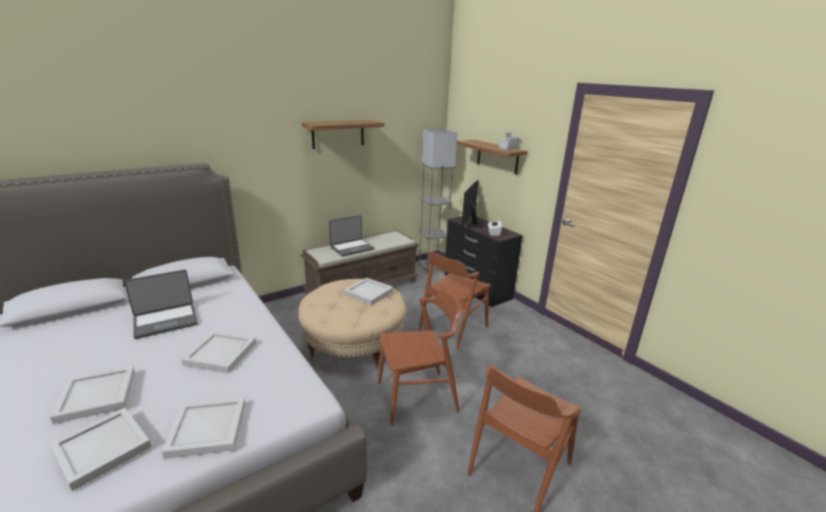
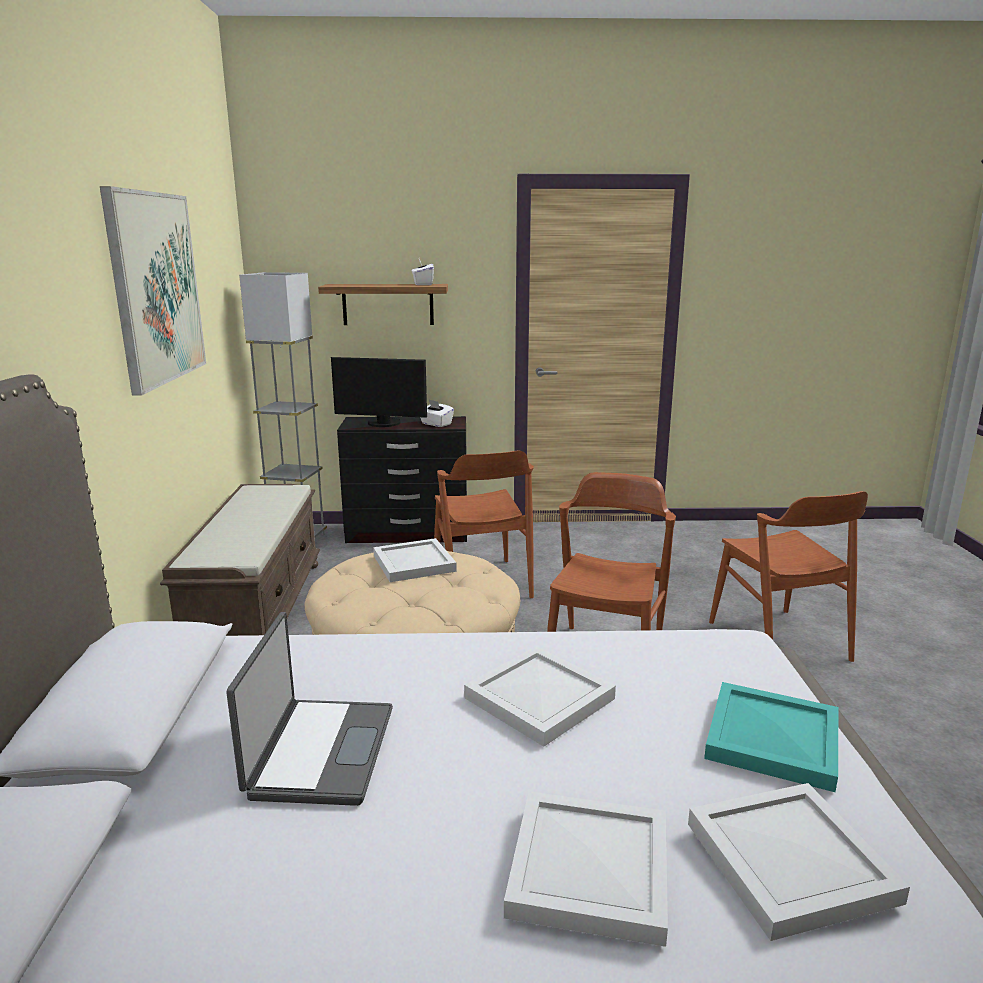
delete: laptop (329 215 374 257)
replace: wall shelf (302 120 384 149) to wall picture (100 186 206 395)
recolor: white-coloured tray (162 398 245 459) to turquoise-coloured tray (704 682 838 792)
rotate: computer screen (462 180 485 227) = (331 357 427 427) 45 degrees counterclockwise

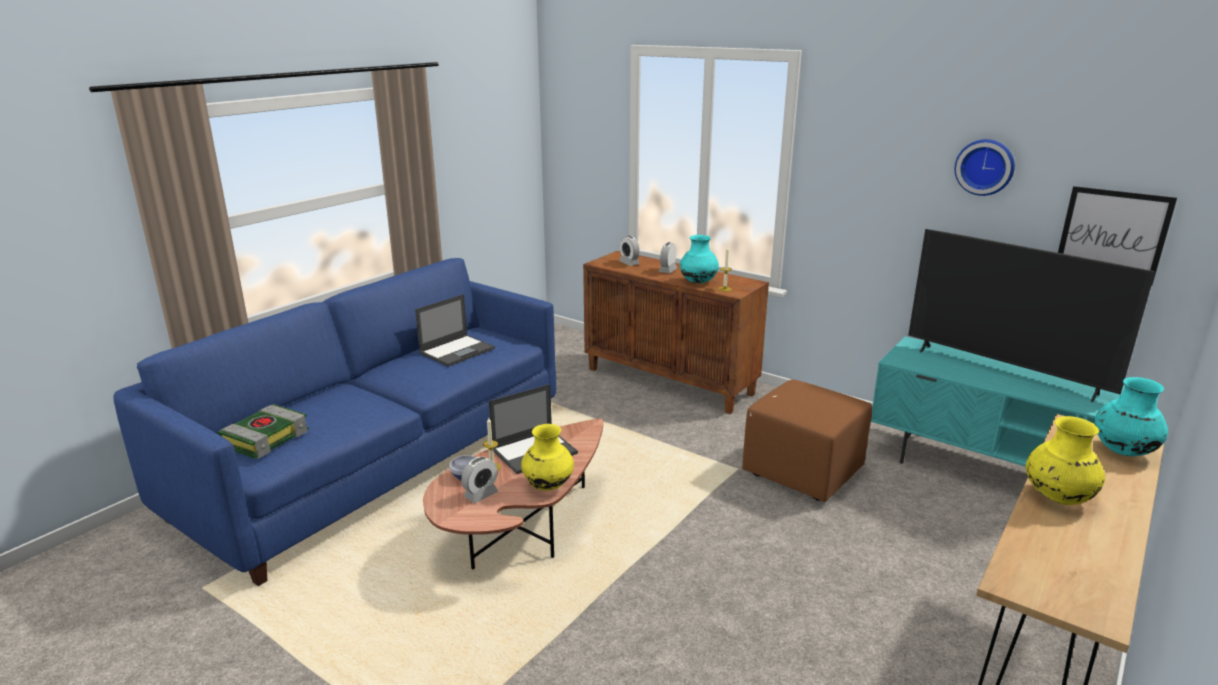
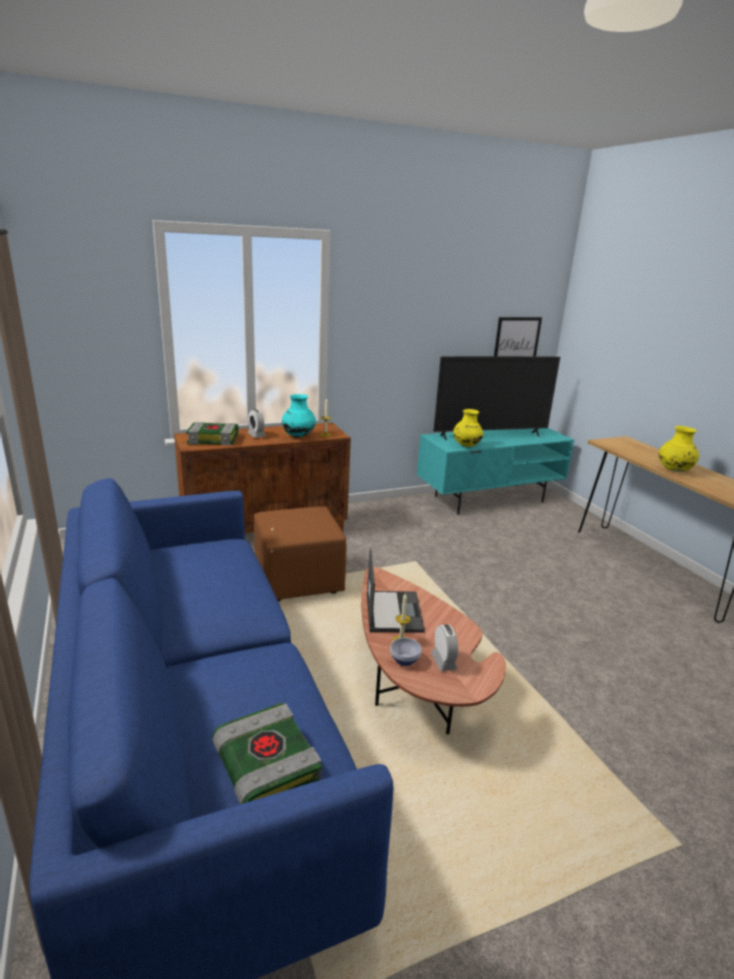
delete: laptop (415 294 495 367); wall clock (955 139 1015 196); turquoise-coloured vase (1095 377 1168 456)
move: brown-coloured ottoman (742 380 872 502) to (254 506 346 601); yellowish vase (521 424 574 491) to (453 409 483 447)
replace: table clock (619 236 640 266) to book (186 422 238 445)

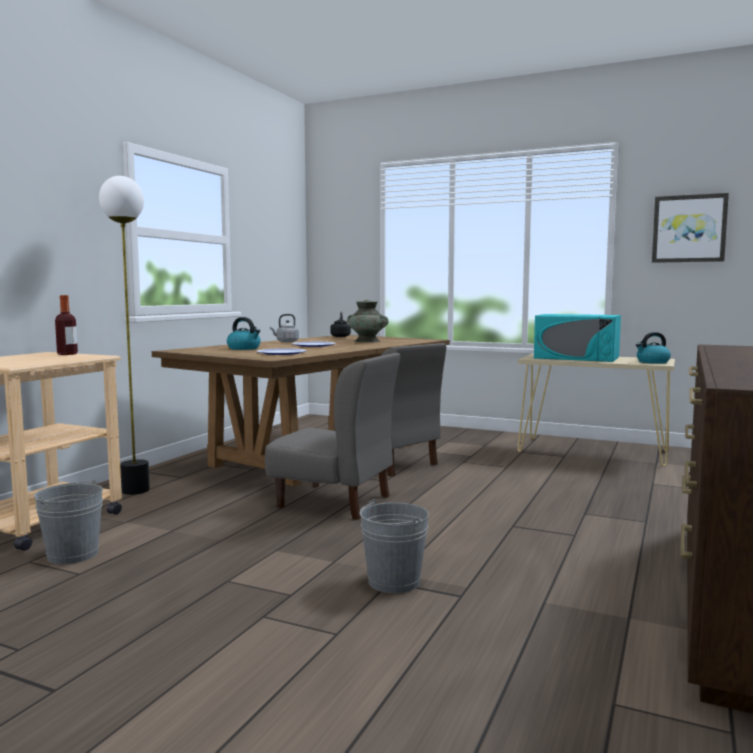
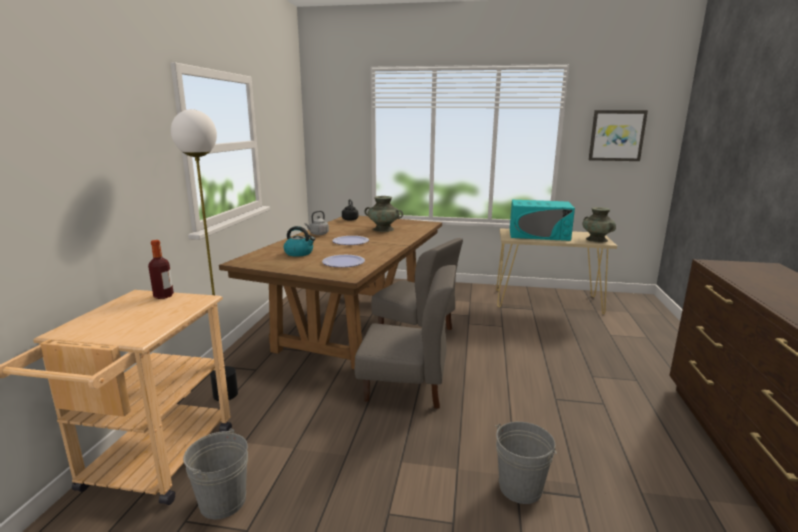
replace: tea kettle (636 332 671 364) to turquoise-coloured vase (583 207 616 242)

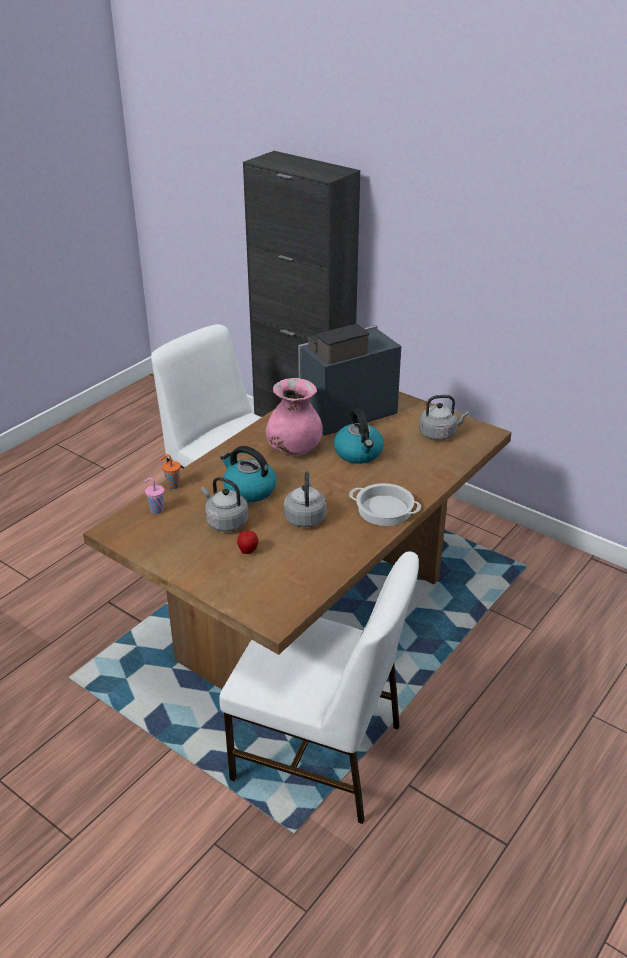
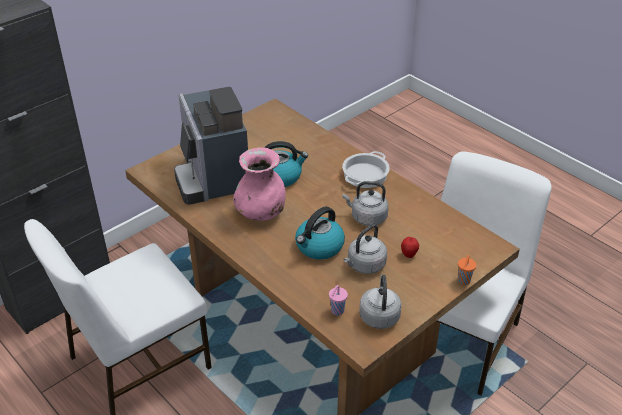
move: grey tea kettle (419 395 469 440) to (359 274 402 329); orangey small cup (160 454 181 489) to (458 255 476 285)

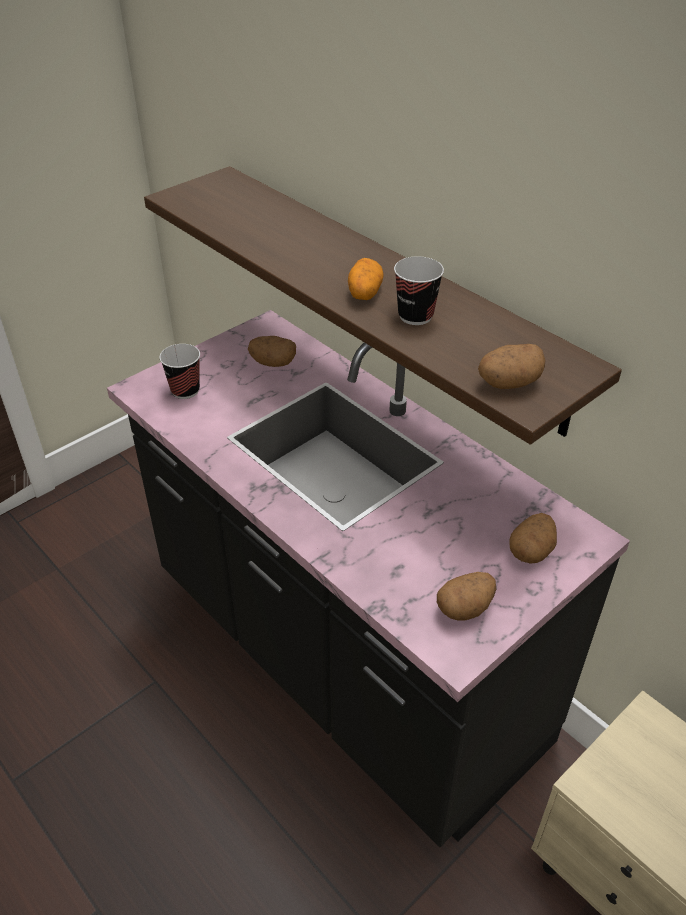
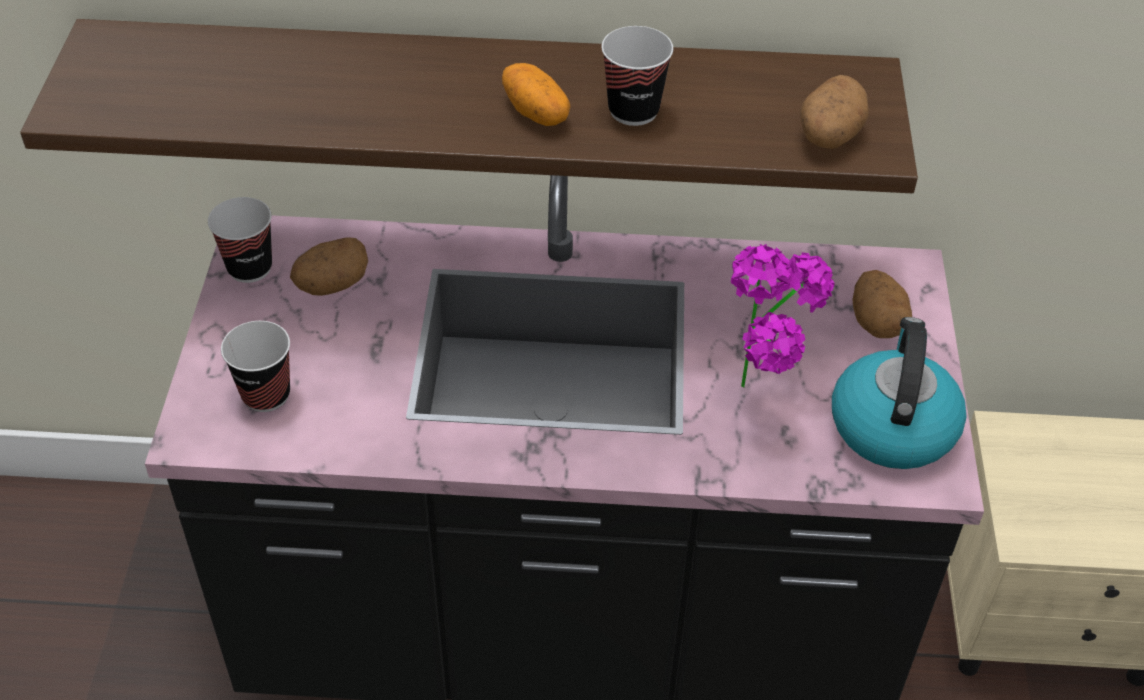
insert: small cup (208 197 272 283); potted plant (731 244 835 388)
replace: whole potato (437 572 496 621) to tea kettle (832 317 966 469)

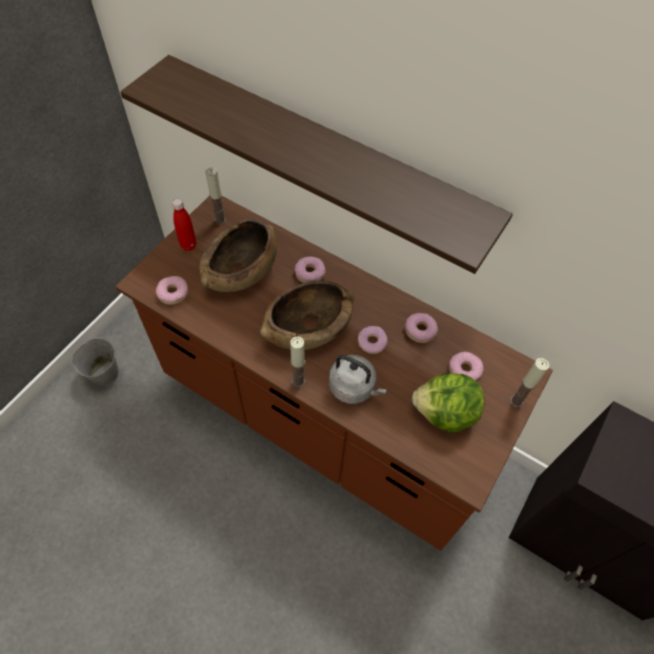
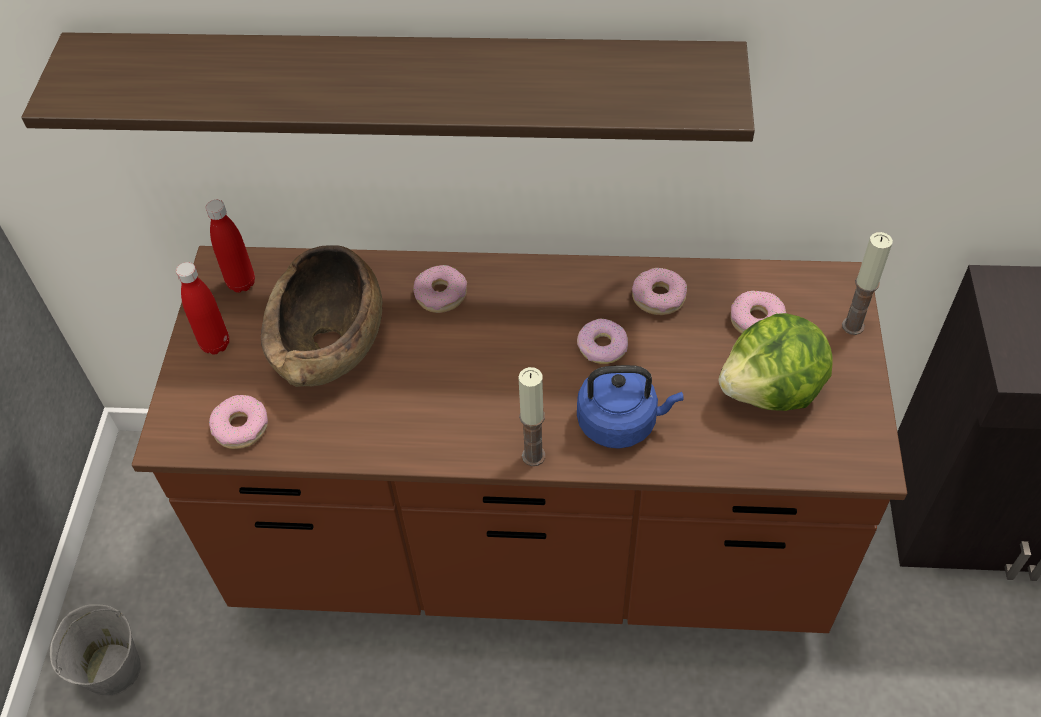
delete: brown-coloured bowl (260 281 354 350)
replace: candle (205 167 226 225) to red-coloured drink bottle (206 200 255 293)
recolor: grey tea kettle (329 355 387 404) to bluish tea kettle (577 365 683 449)

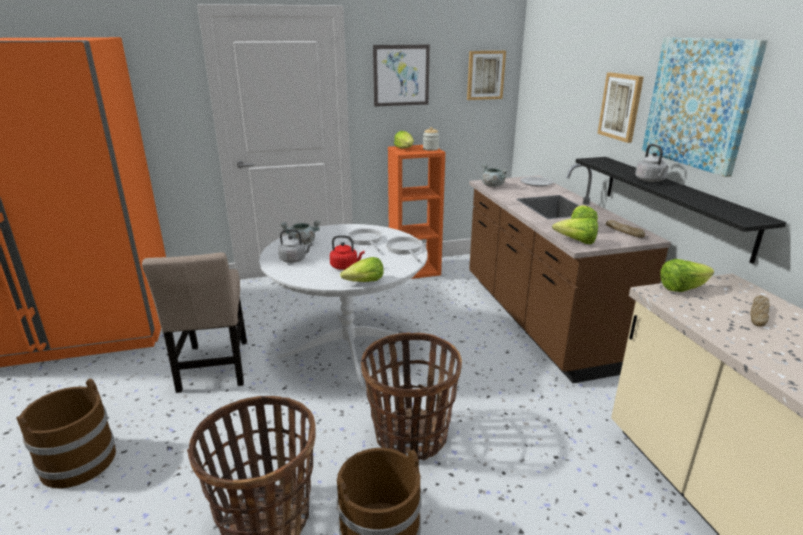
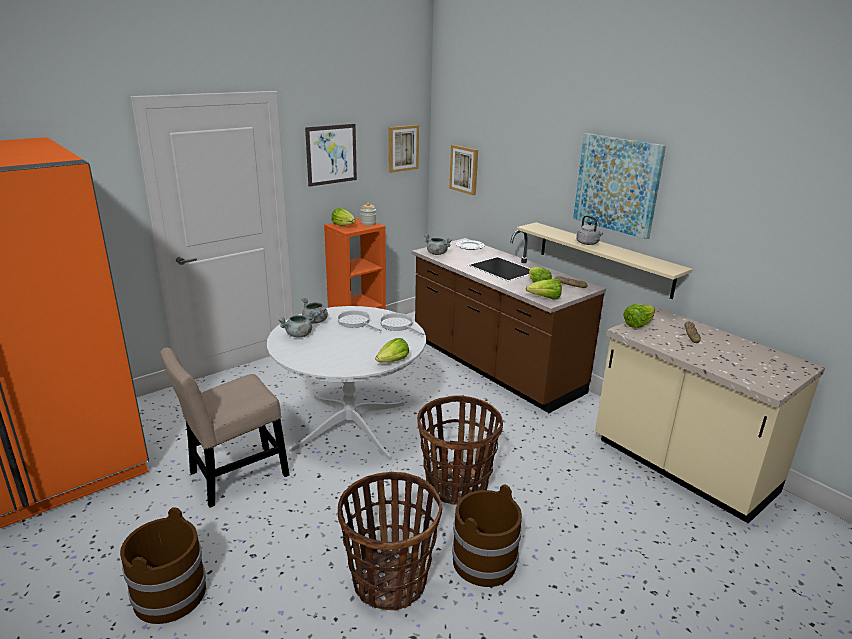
delete: grey tea kettle (278 229 313 263); red-coloured tea kettle (330 235 364 270)
insert: grey stockpot (301 298 328 324)
move: wall picture (598 72 644 143) to (449 145 478 195)
recolor: blackish wall shelf (576 157 786 264) to beige wall shelf (517 222 693 299)
rotate: beige chair (142 252 247 393) = (160 348 290 508) 90 degrees clockwise

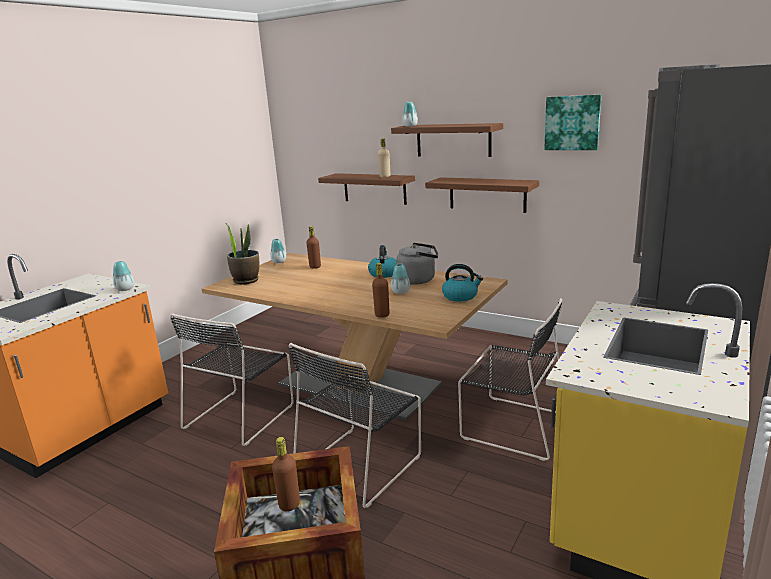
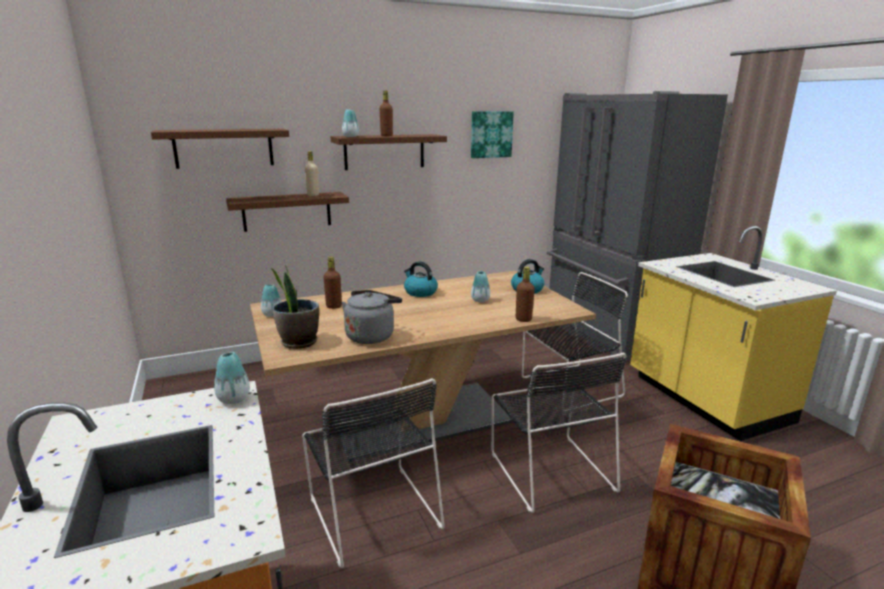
move: brown-coloured wall shelf (425 177 539 213) to (151 129 289 169); grey tea kettle (396 243 438 285) to (342 290 402 344); brown-coloured drink bottle (272 437 300 512) to (380 91 393 136)

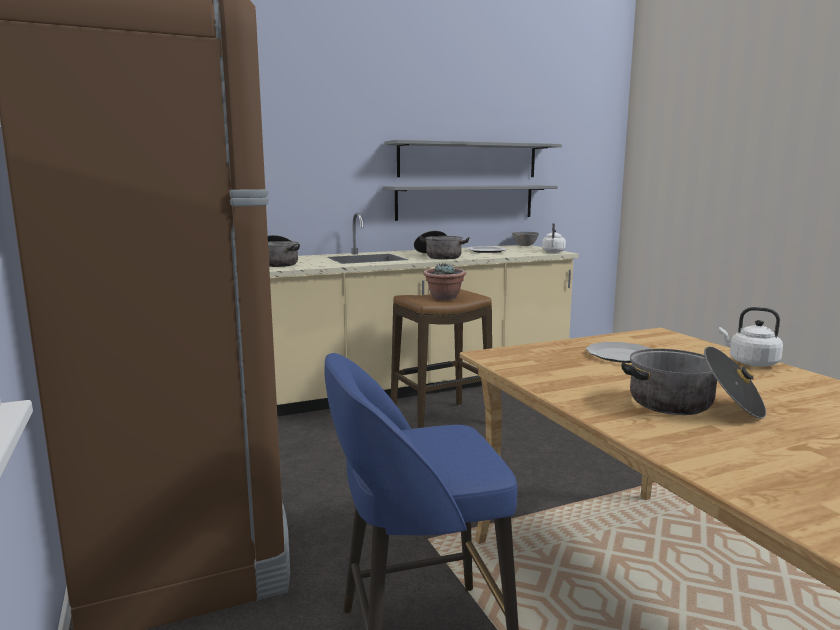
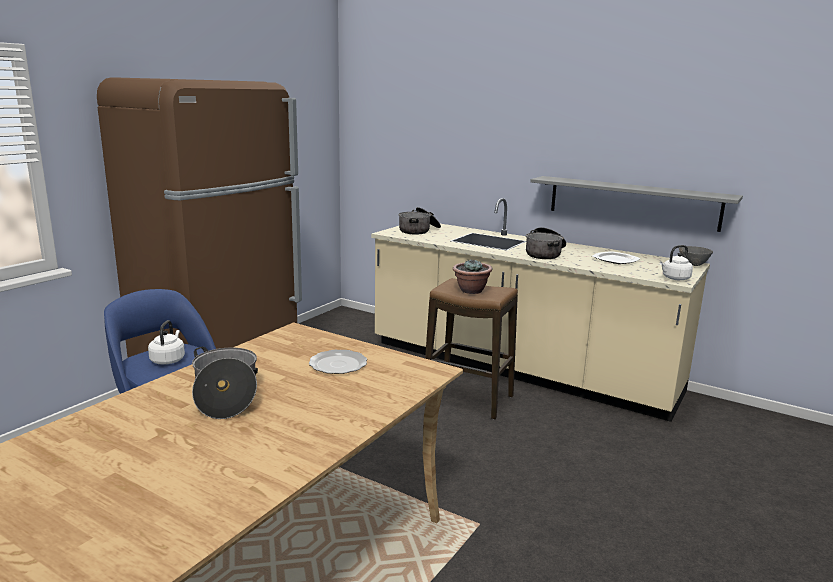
delete: grey wall shelf (385 140 562 177)
move: white-coloured tea kettle (719 307 783 367) to (148 320 185 365)

